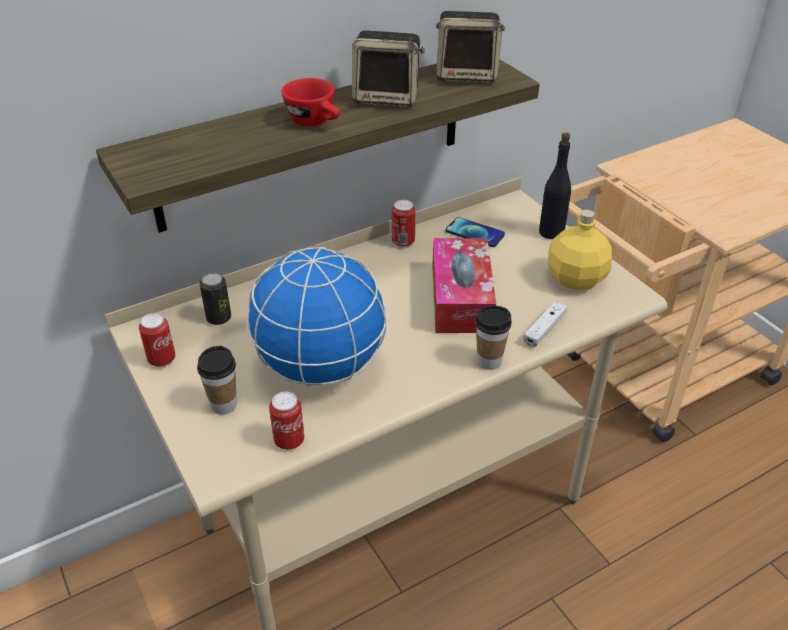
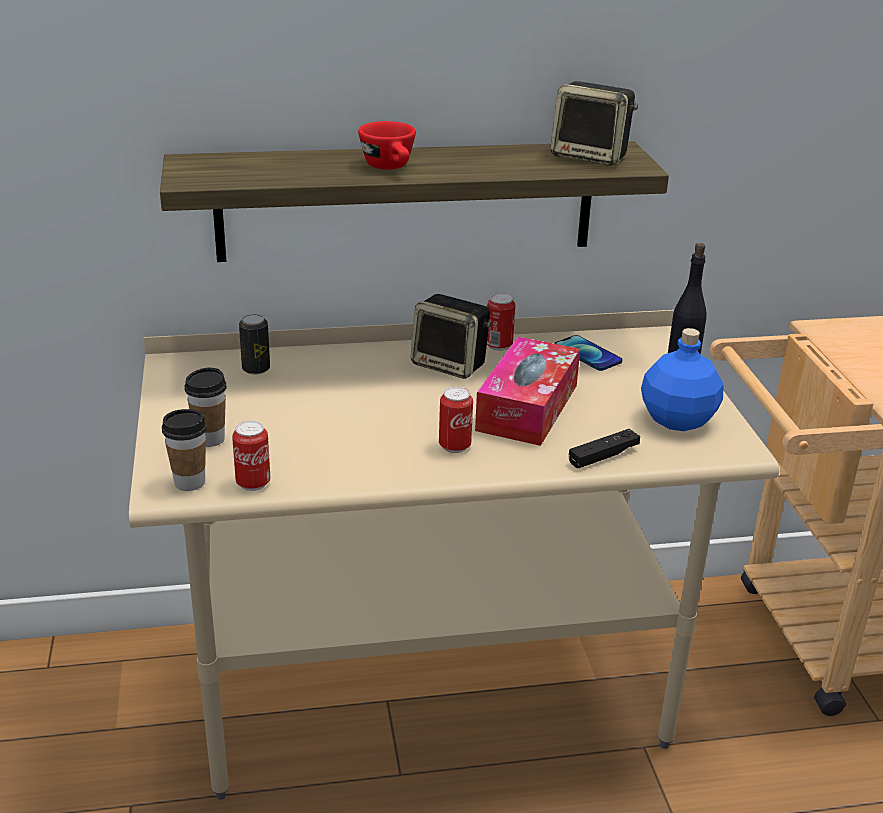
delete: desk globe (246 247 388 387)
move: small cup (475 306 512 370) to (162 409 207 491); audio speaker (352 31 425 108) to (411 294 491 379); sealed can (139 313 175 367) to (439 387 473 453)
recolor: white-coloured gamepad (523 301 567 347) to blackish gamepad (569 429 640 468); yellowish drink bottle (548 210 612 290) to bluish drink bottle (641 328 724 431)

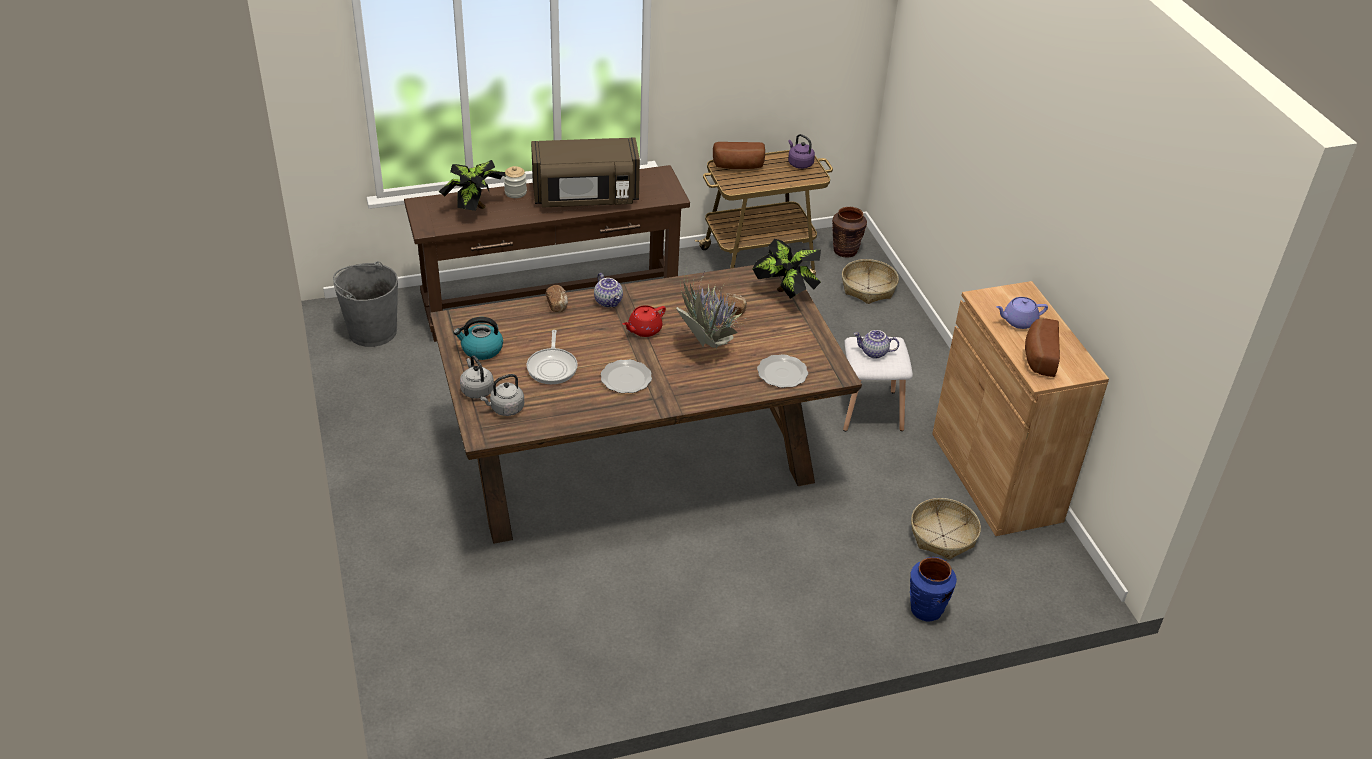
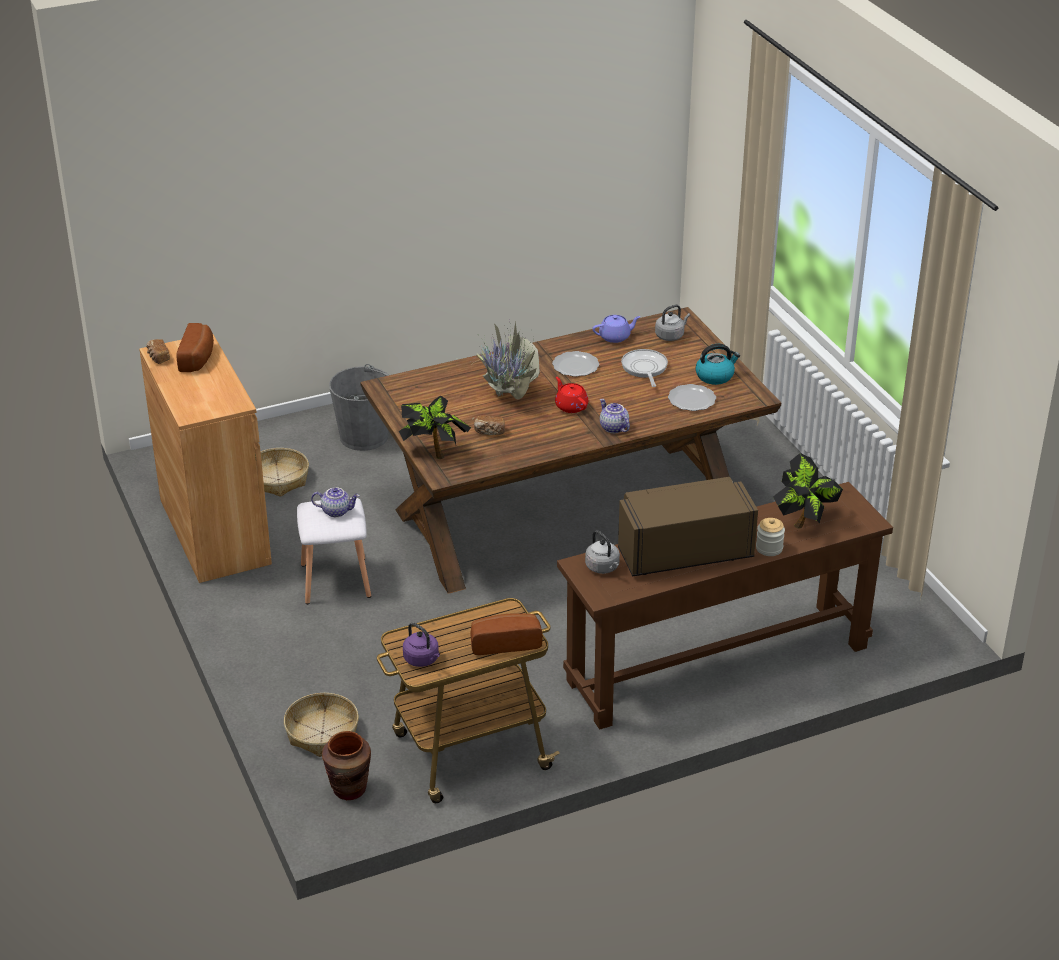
delete: bluish vase (910 557 957 622)
move: bakery bread (546 285 568 312) to (146 339 170 364); grey water bucket (333 261 398 347) to (329 364 389 451); grey tea kettle (460 355 494 399) to (585 530 620 574); purplish teapot (996 297 1048 329) to (592 315 641 343); flat dish (757 354 808 388) to (668 384 716 411)
rotate: red-coloured teapot (623 305 666 337) = (555 377 588 413) 75 degrees counterclockwise

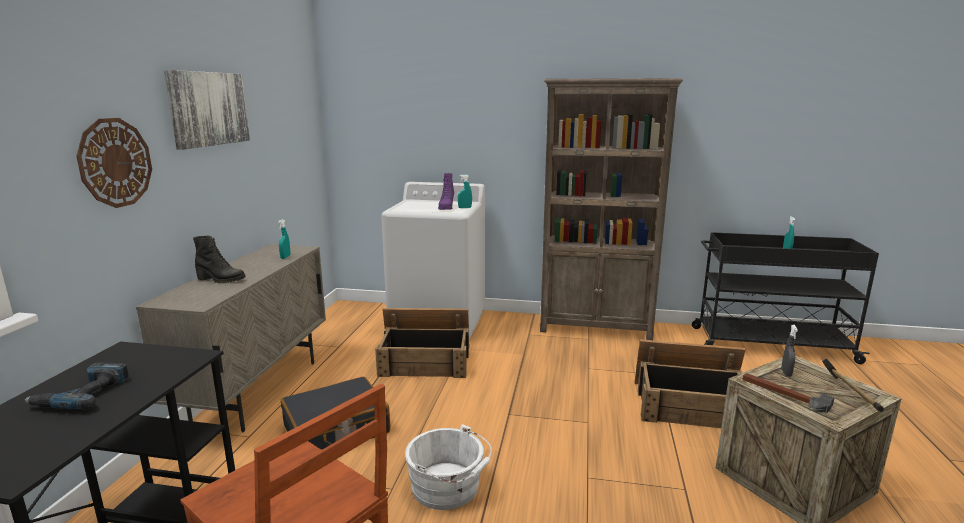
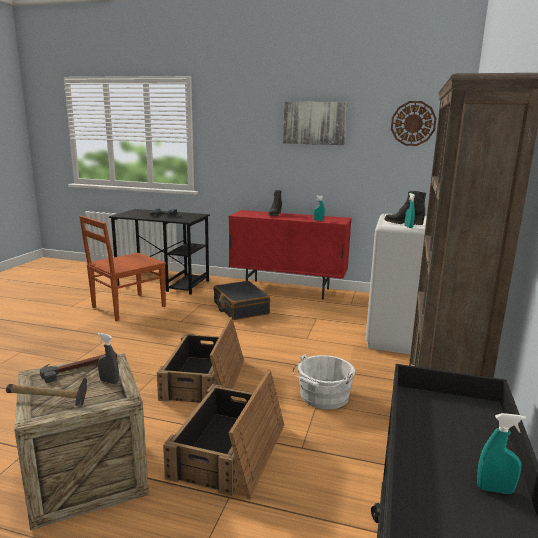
move: packing crate (375 308 469 378) to (157 317 244 403); white-coloured water bucket (405 424 492 510) to (292 354 355 409); wall clock (76 118 152 208) to (391 101 437 146)
recolor: beige storage cabinet (136 244 326 432) to red-coloured storage cabinet (229 210 352 300); purplish boot (438 173 454 210) to blackish boot (384 191 426 225)

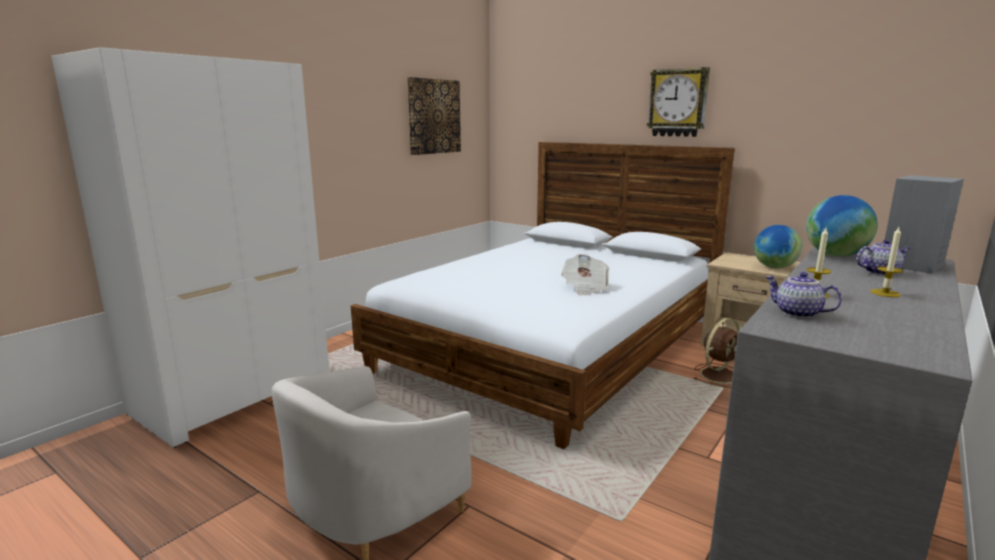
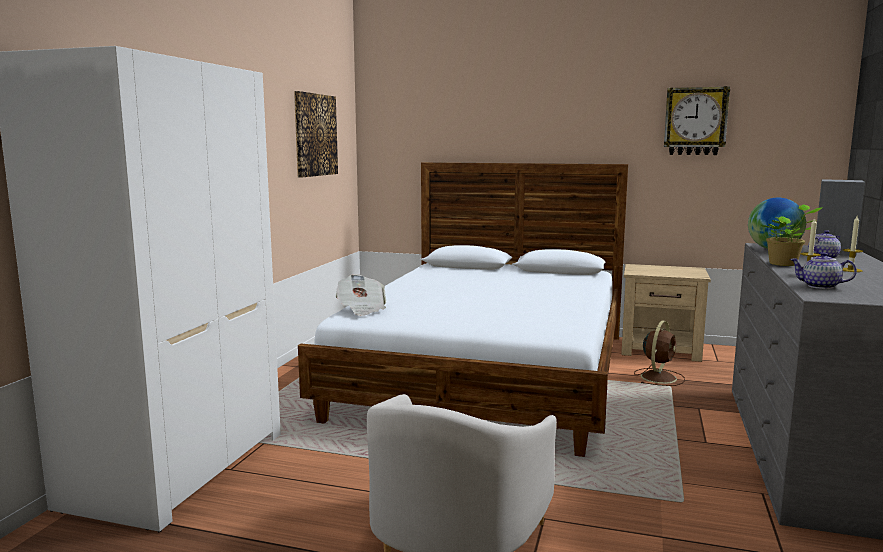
delete: desk globe (754 225 802 268)
insert: potted plant (761 204 823 266)
move: printed paper (561 254 609 296) to (335 274 386 316); wall clock (647 67 710 137) to (664 86 730 155)

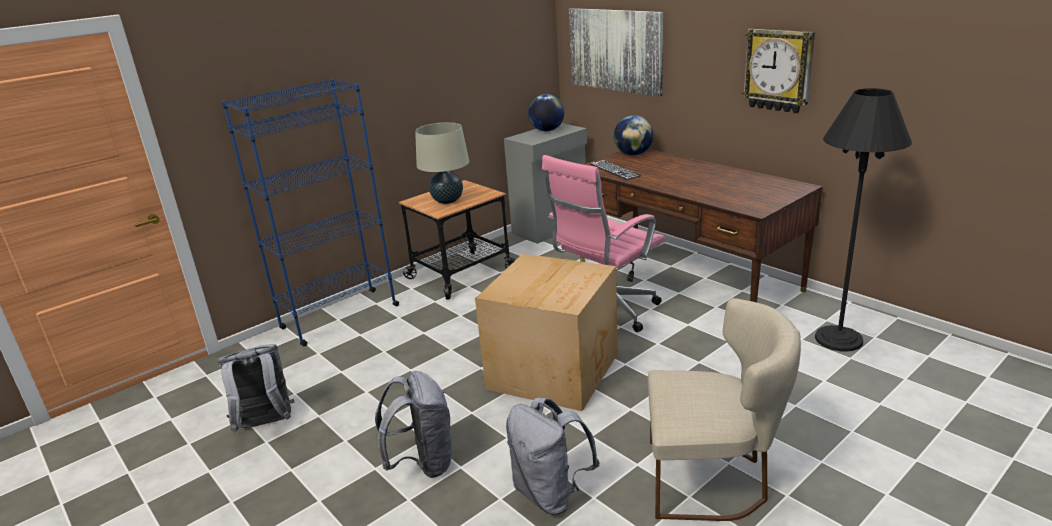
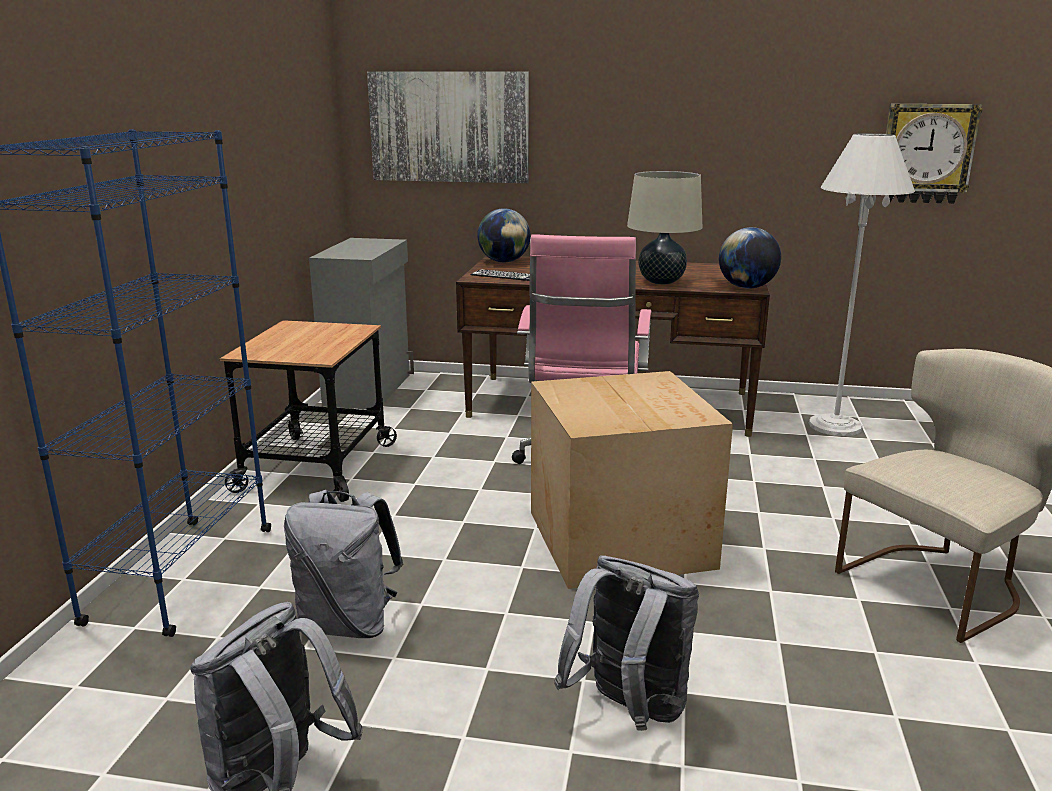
move: grey backpack (506 397 600 514) to (284 490 403 638); beige lamp for a table (415 122 469 204) to (627 171 703 284); desk globe (528 94 565 131) to (719 227 781 289); wall clock (742 29 815 114) to (886 104 983 204)
recolor: blackish standing lamp (815 88 912 352) to white-coloured standing lamp (809 133 915 436)

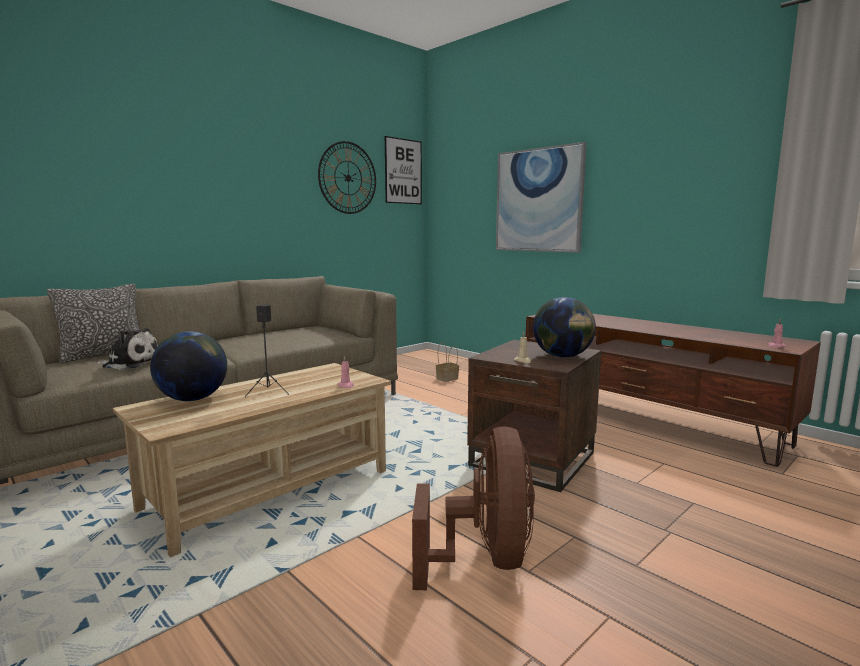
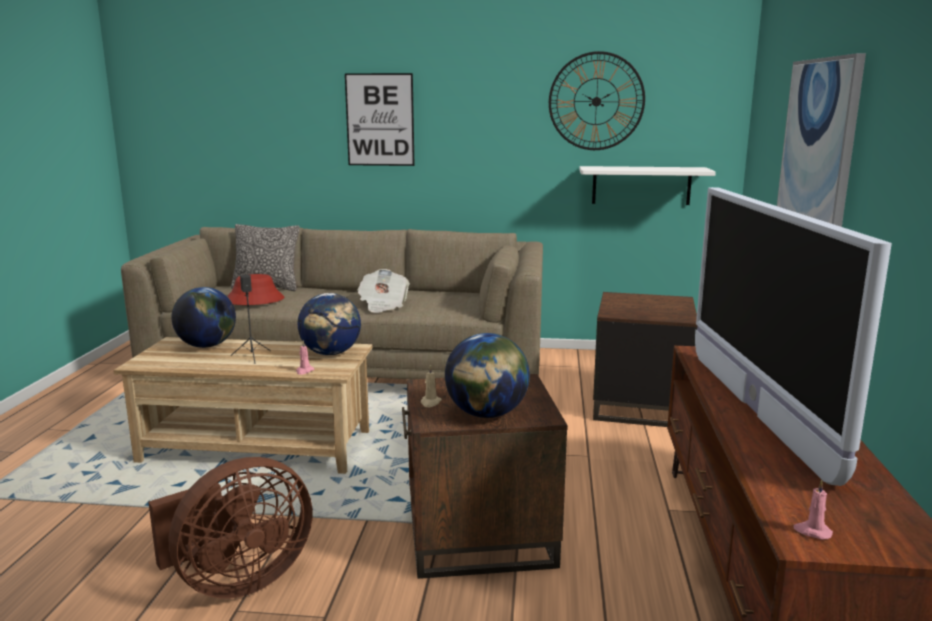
insert: desk globe (298 293 361 355); printed paper (357 269 410 313); white-coloured wall shelf (579 166 716 205); TV set (695 187 892 486)
move: wall picture (385 136 422 204) to (345 73 415 166)
replace: plush toy (95 328 158 370) to red-coloured wearable hat (227 274 284 305); basket (436 342 459 382) to brown-coloured side table (593 292 697 427)

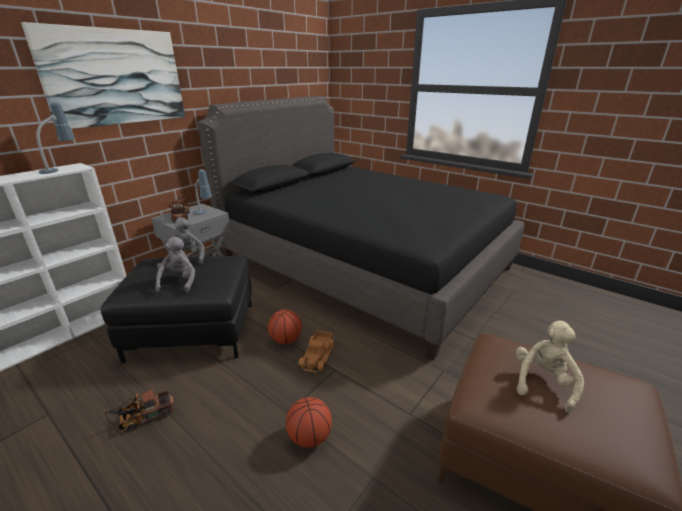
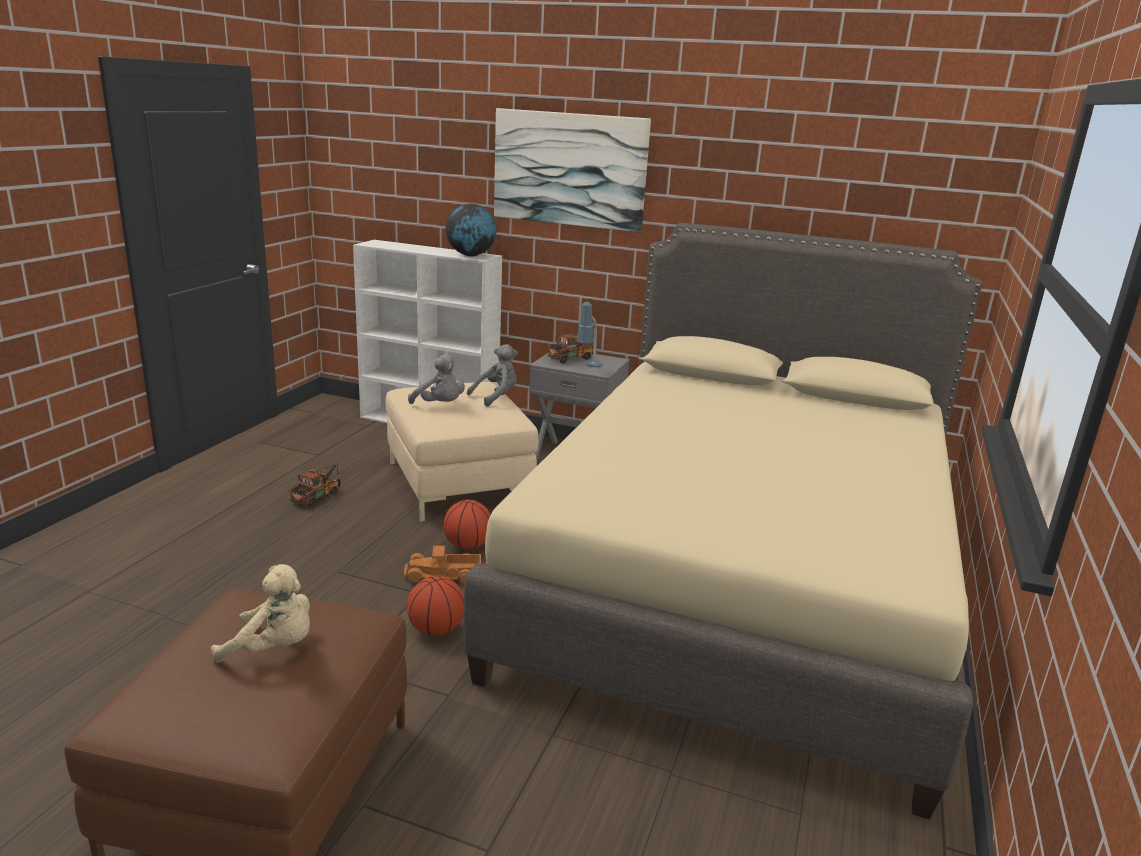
move: basketball (286 397 332 448) to (407 576 464 636)
replace: lamp for a table (36 102 75 174) to desk globe (445 204 497 256)
recolor: blackish ottoman (100 256 252 364) to beige ottoman (386 382 538 522); blackish bed (197 96 525 360) to beige bed (463 223 983 820)
rotate: model truck (105 388 174 431) = (289 463 341 507) 75 degrees clockwise; grey plush toy (156 237 195 292) = (408 354 465 404) 60 degrees clockwise

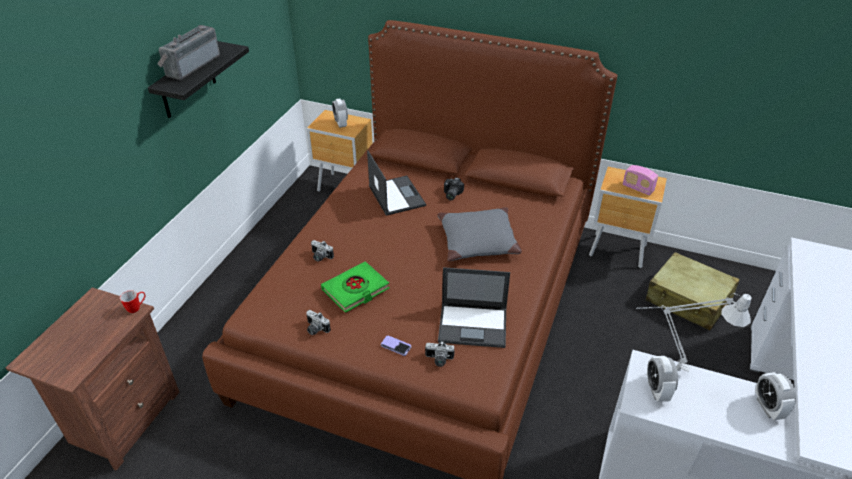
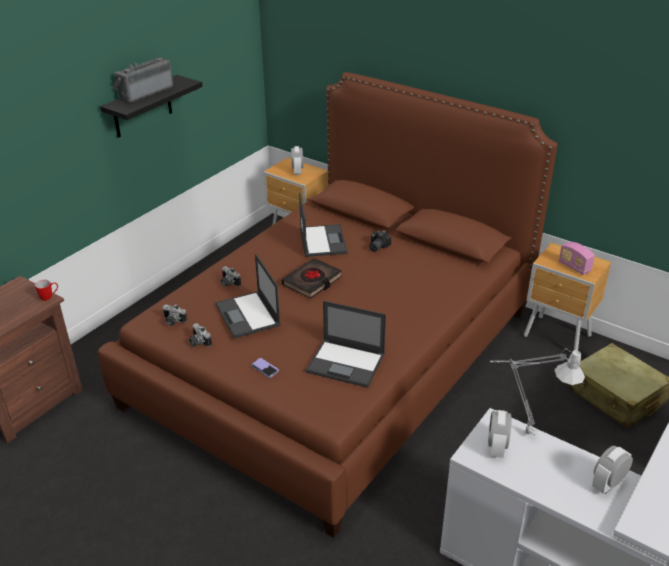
delete: grey cushion (437 207 522 261)
insert: blackish book (281 258 342 299)
move: photo camera (425 341 454 367) to (162 304 187 326)
replace: green-coloured book (321 261 389 313) to laptop (215 254 281 339)
rotate: table clock (755 372 796 420) = (592 446 633 494) 45 degrees clockwise

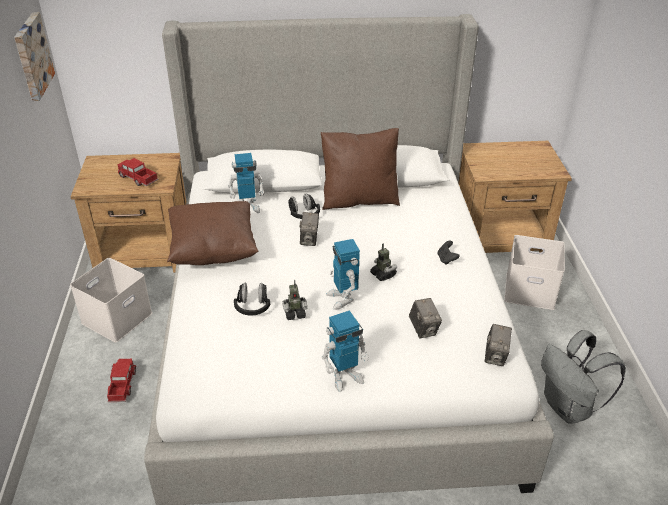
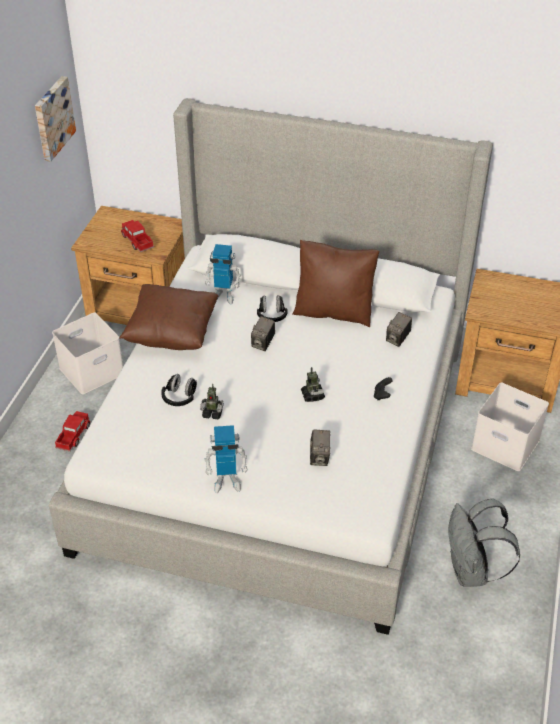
delete: robot figure (326 239 360 310)
move: photo camera (485 324 512 366) to (386 312 412 347)

